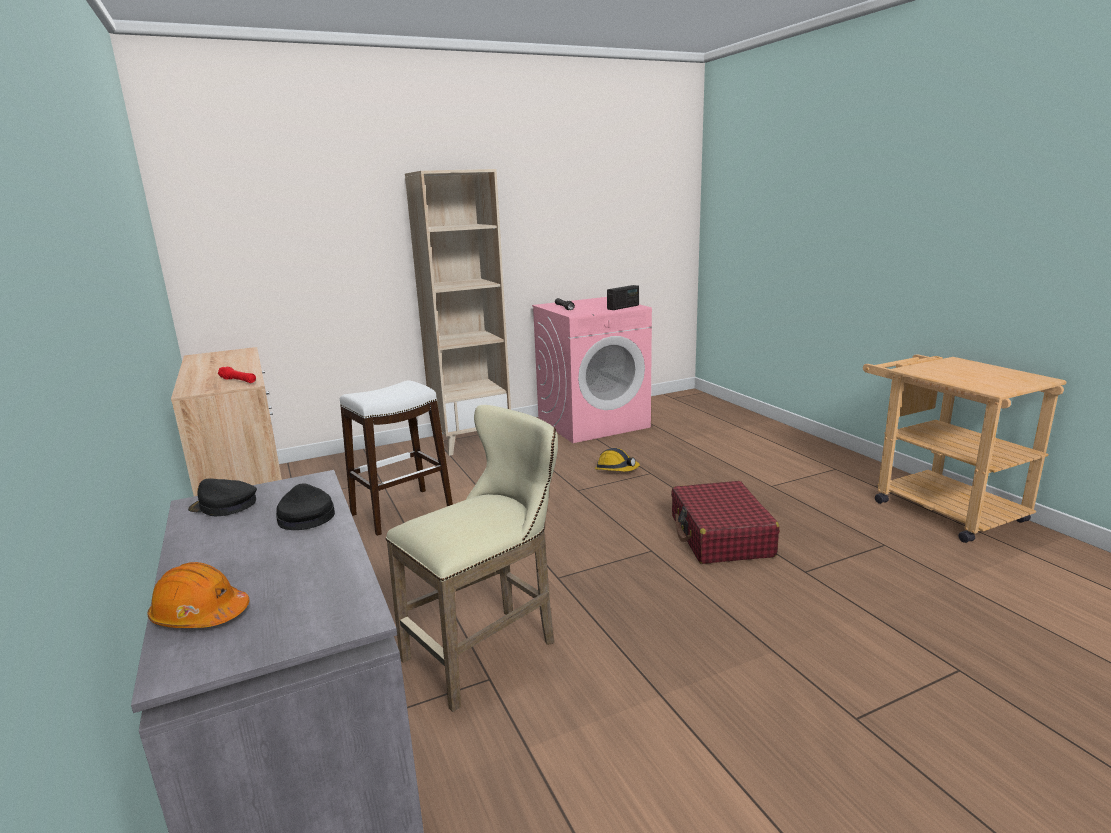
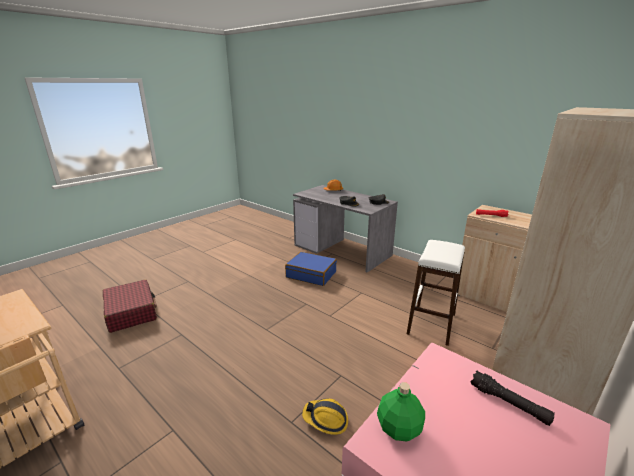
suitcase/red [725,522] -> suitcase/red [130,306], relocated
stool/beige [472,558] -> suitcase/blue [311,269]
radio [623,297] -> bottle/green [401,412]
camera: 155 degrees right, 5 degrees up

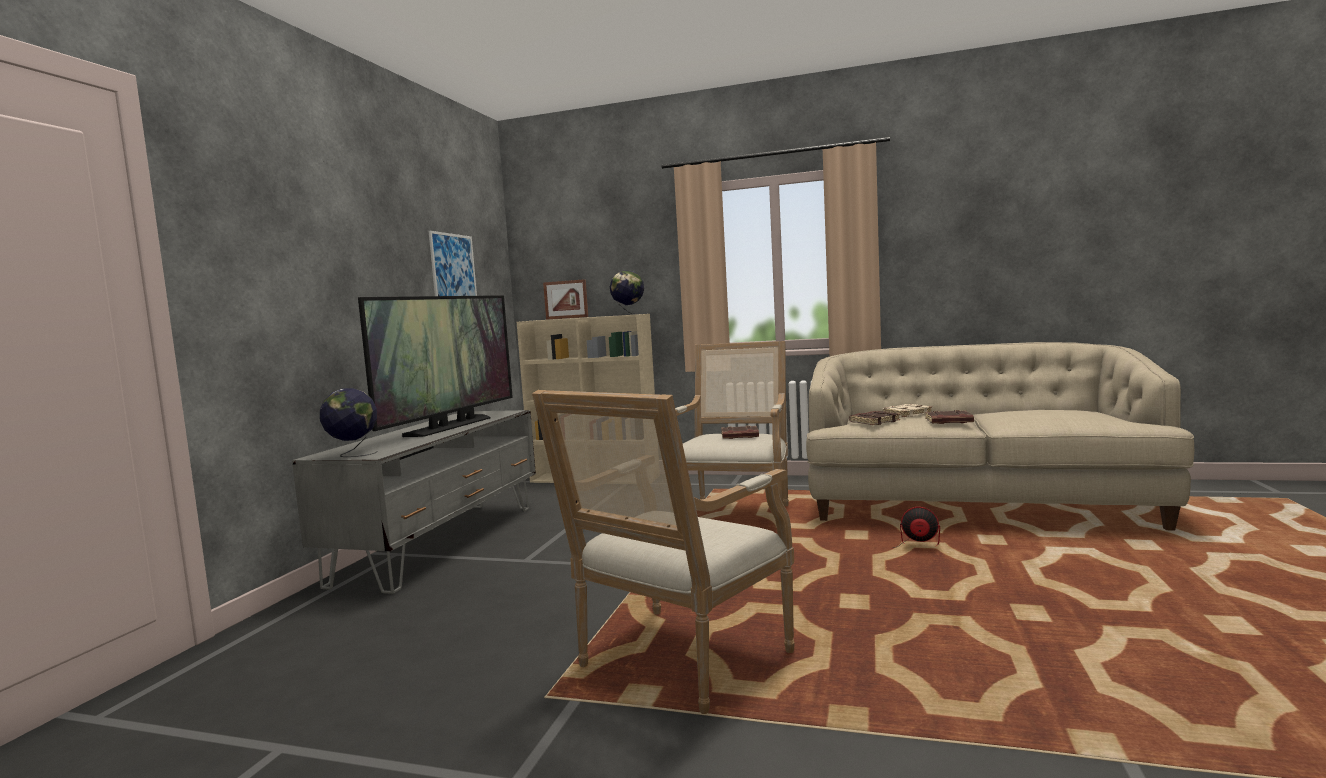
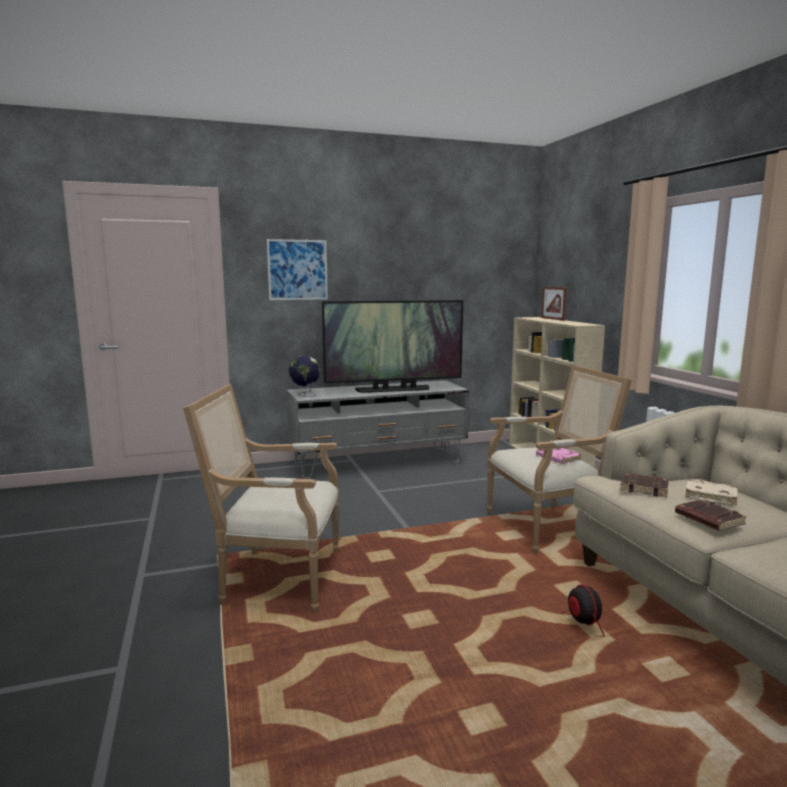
picture [453,263] -> picture [297,269], relocated
book/brown [740,432] -> book/pink [559,456]
globe [627,293] -> none
camera: 55 degrees right, 5 degrees up

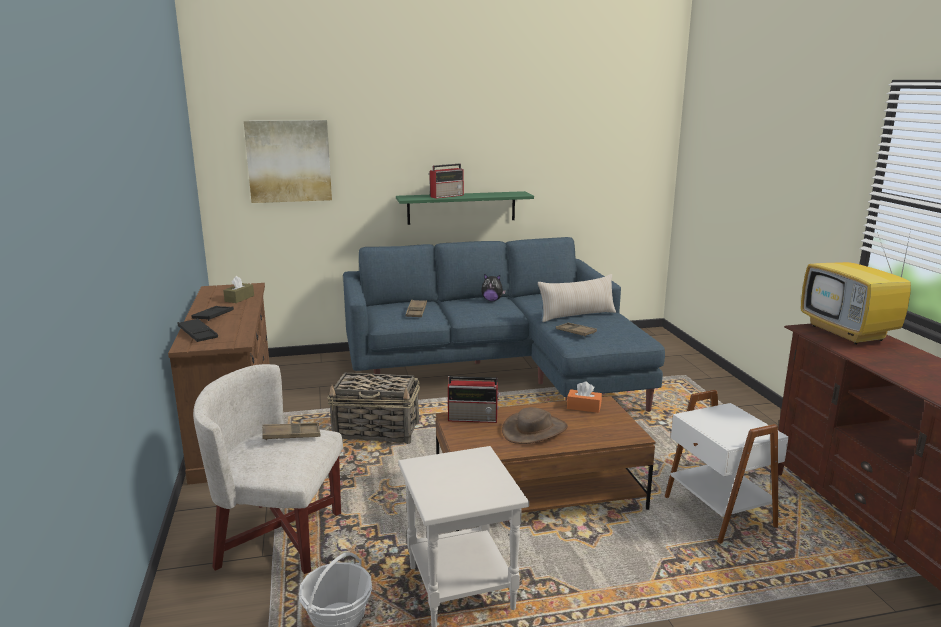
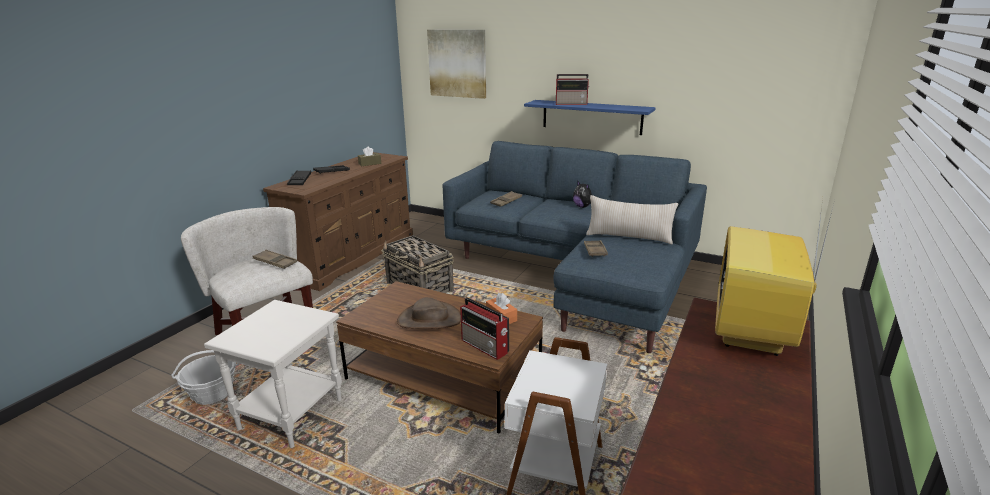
radio [474,399] -> radio [484,328], relocated
shelf/green [465,208] -> shelf/blue [590,117]
camera: 40 degrees right, 5 degrees up

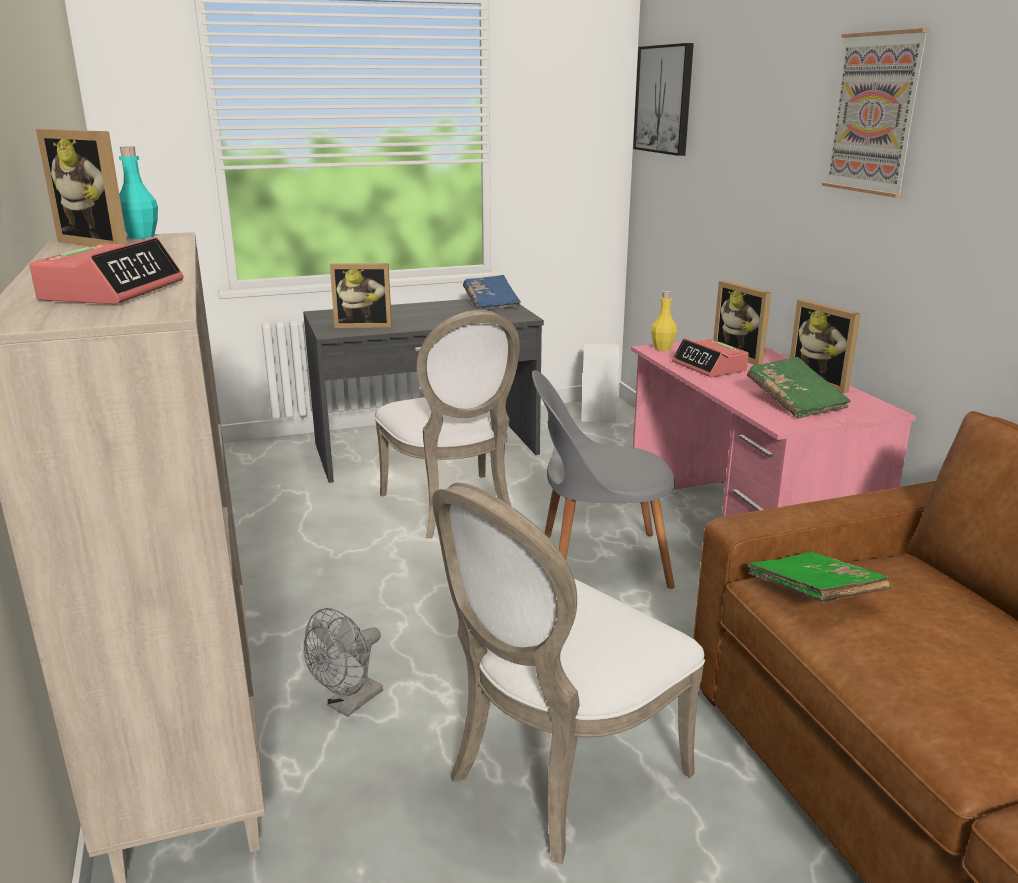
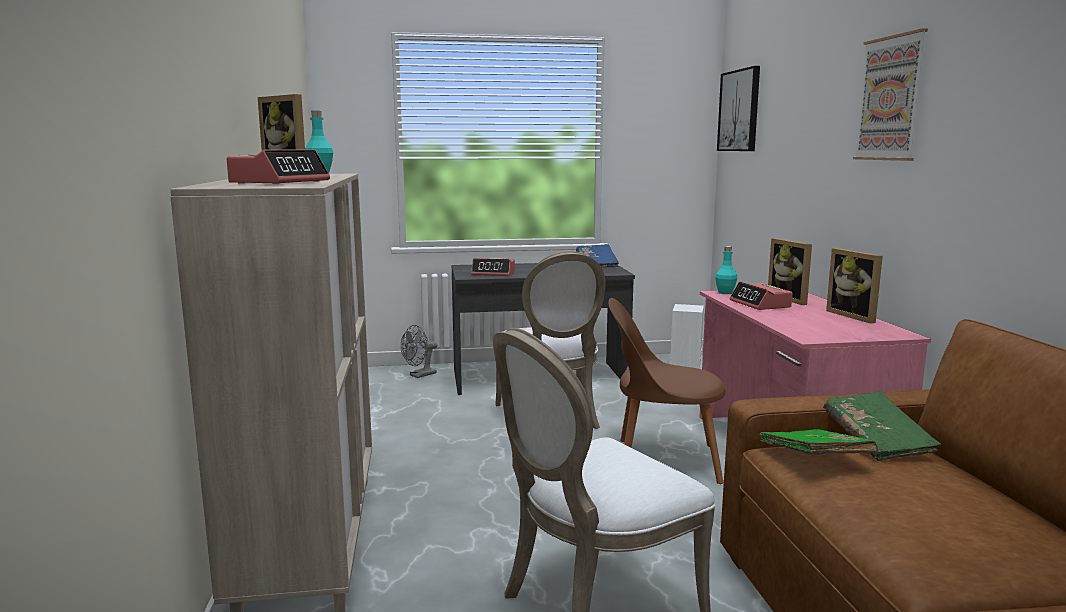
fan/grey [343,662] -> fan/grey [419,351], relocated
picture frame [361,295] -> alarm clock [493,267]
chair/grey [603,479] -> chair/brown [667,391]
bottle/yellow [664,321] -> bottle/turquoise [726,270]
book/green [799,388] -> book/green [882,426], relocated
camera: 10 degrees right, 10 degrees down

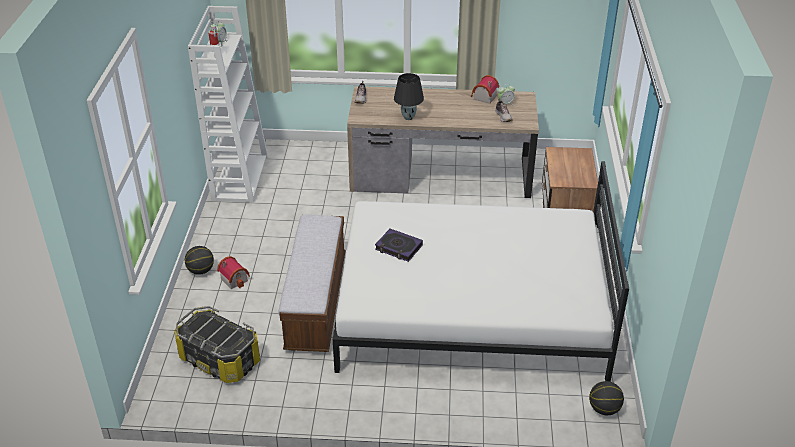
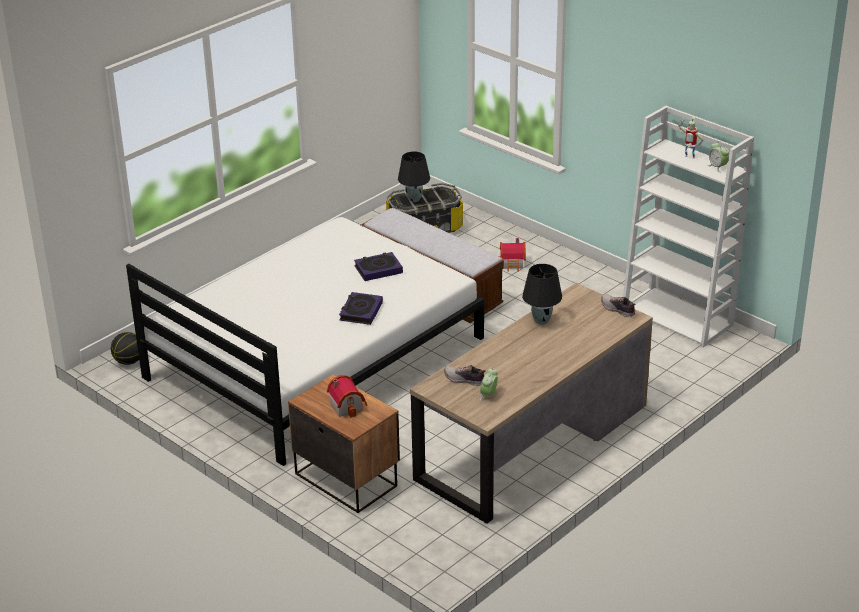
toy house [485,89] -> toy house [347,396], relocated
none -> book [361,308]
none -> table lamp/black [414,177]
basketball [199,260] -> none
camera: 130 degrees right, 5 degrees down

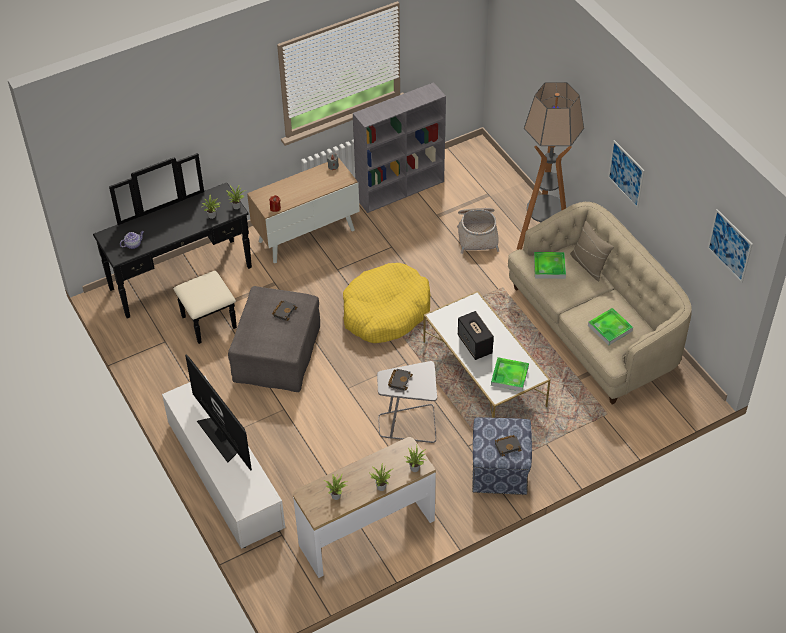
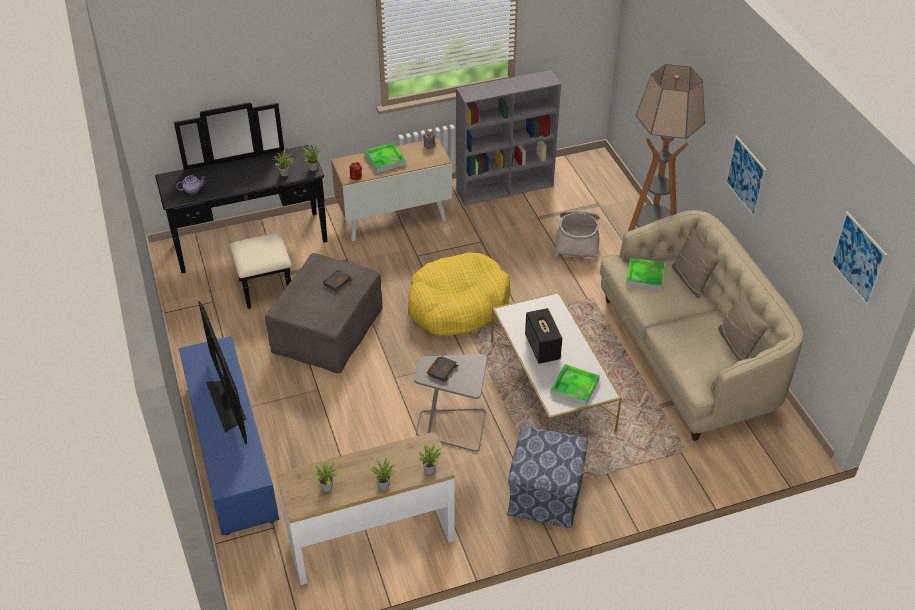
tv stand/white [223,462] -> tv stand/blue [229,435]
tray [610,326] -> tray [385,158], relocated
none -> pillow/beige [743,325]
book/black [508,446] -> none
camera: 10 degrees right, 5 degrees down

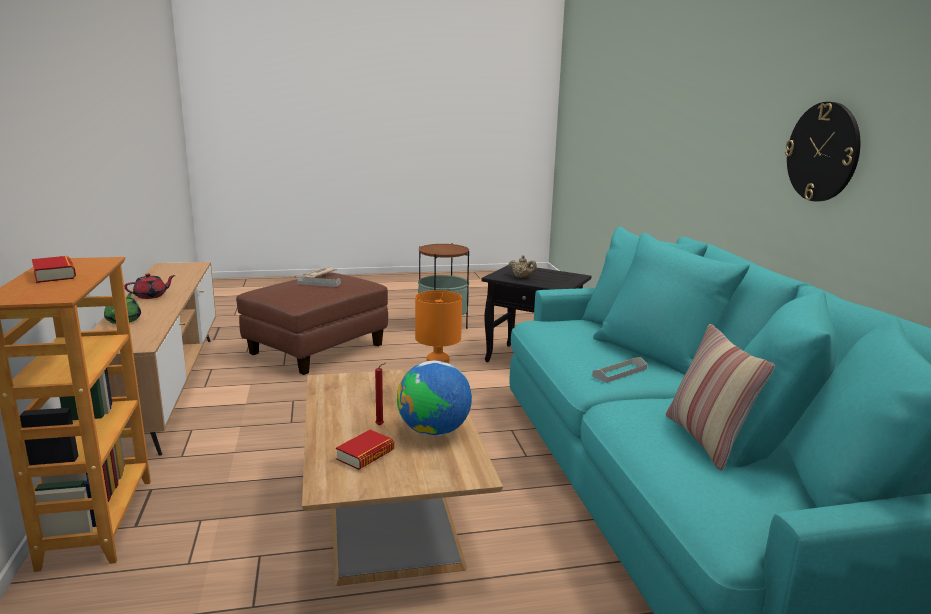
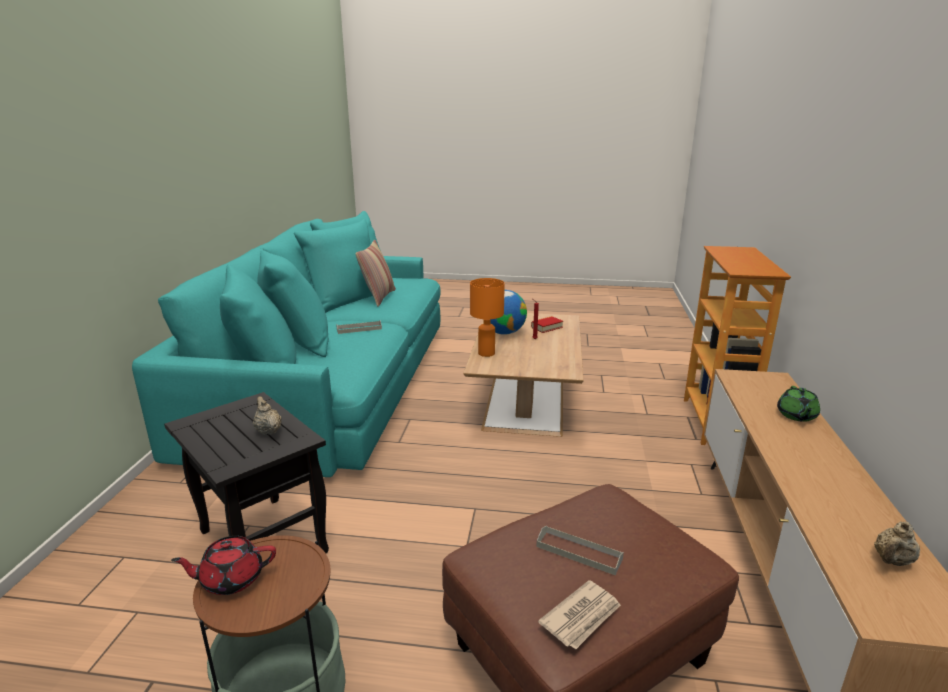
teapot/red [149,286] -> teapot/red [223,565], relocated
none -> teapot/beige [897,544]
book [54,269] -> none
wall clock [822,151] -> none
camera: 160 degrees left, 5 degrees up

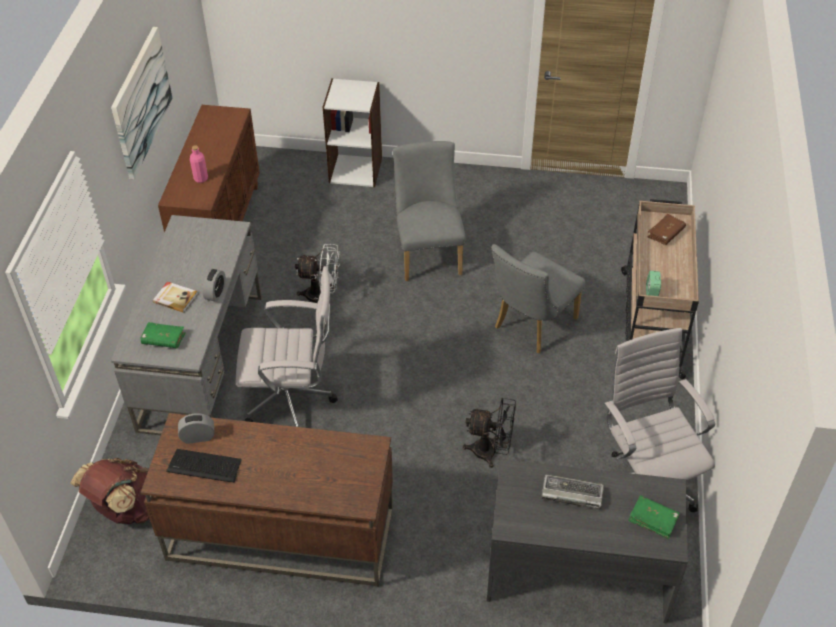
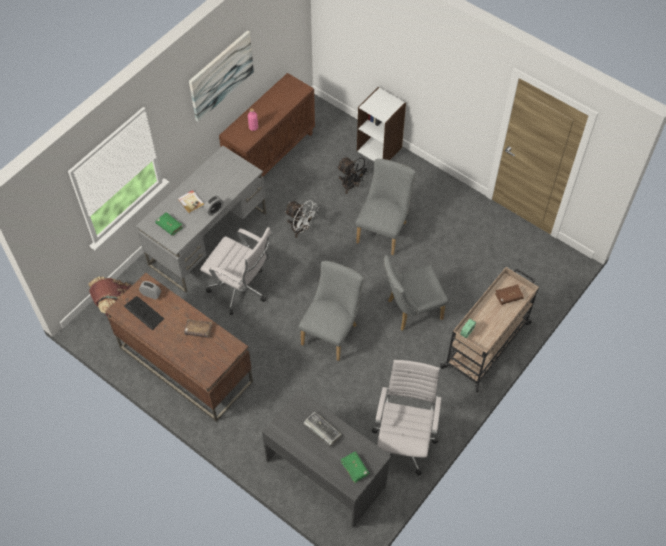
none -> book/brown [198,328]
none -> chair/grey [331,311]
fan/black [489,433] -> fan/black [353,175], relocated
camera: 30 degrees right, 10 degrees up

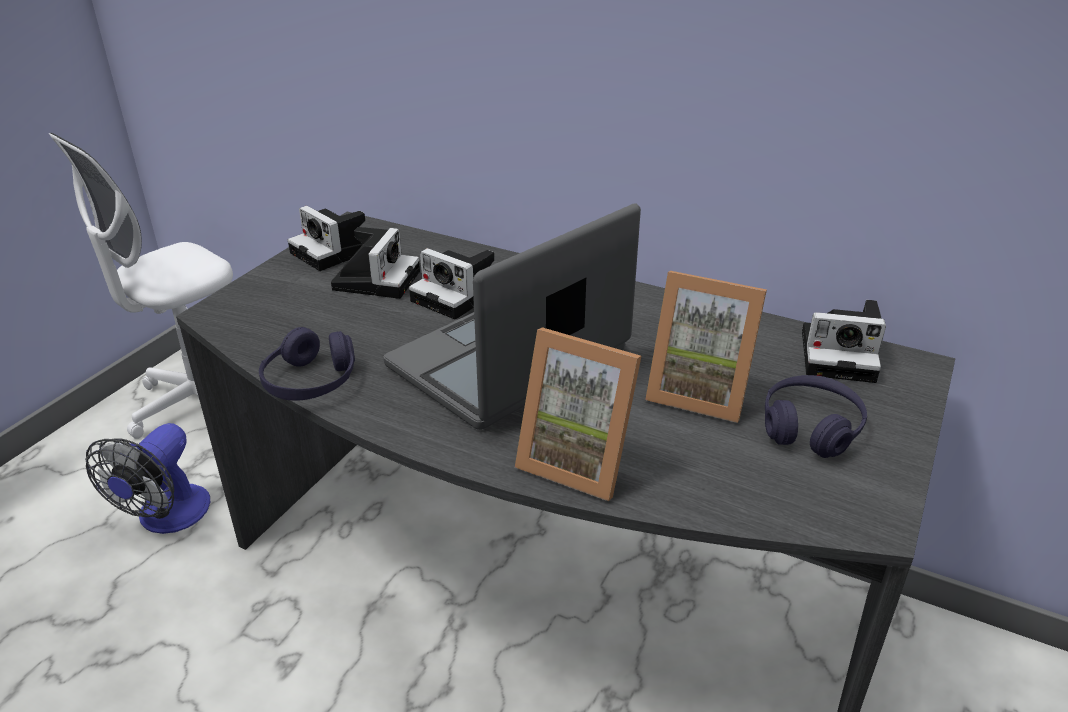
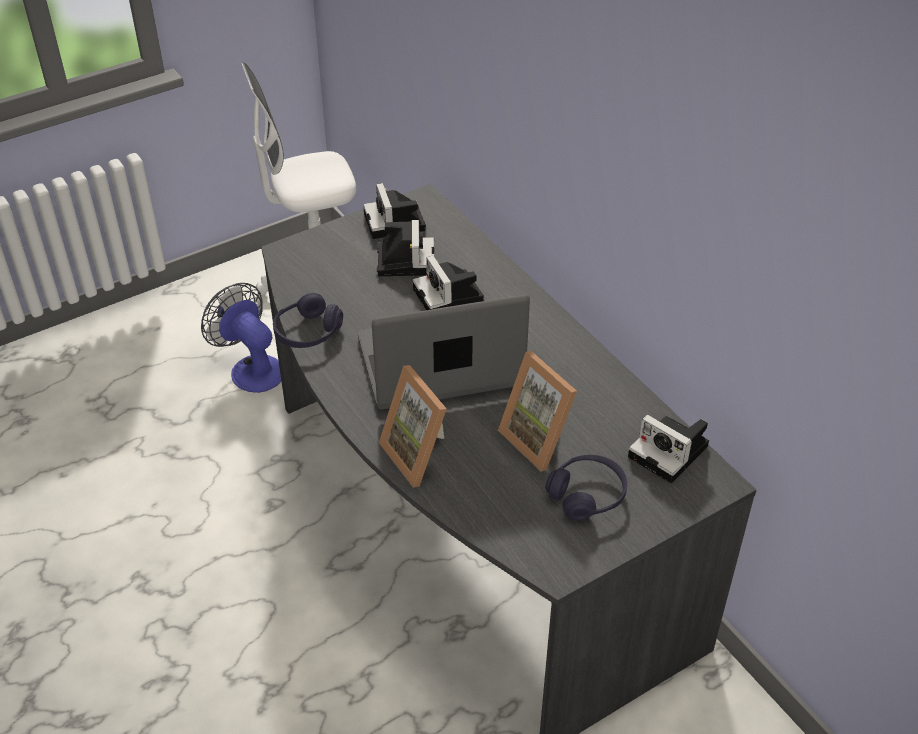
fan [147,478] -> fan [241,338], 90 degrees clockwise
photo camera [375,263] -> photo camera [406,248], 45 degrees counterclockwise
camera: 30 degrees right, 10 degrees up

